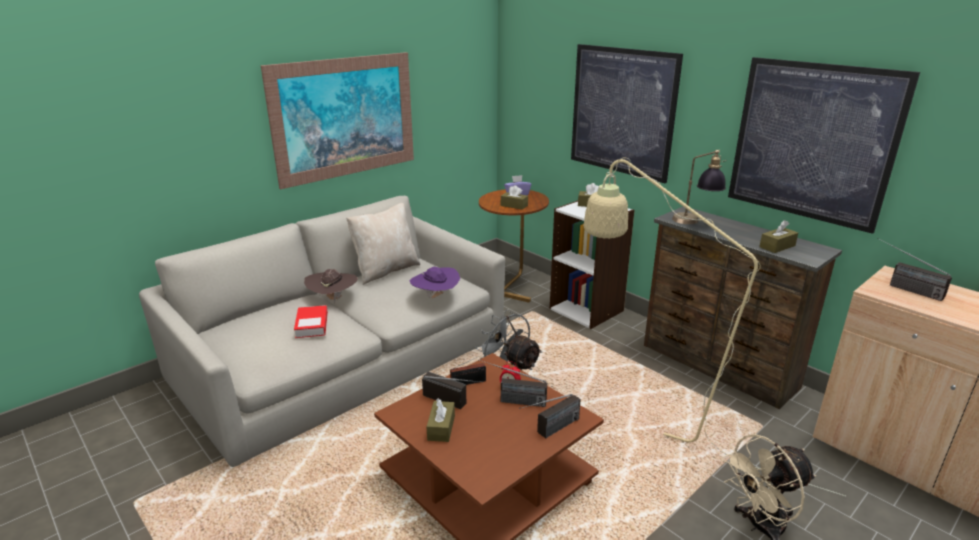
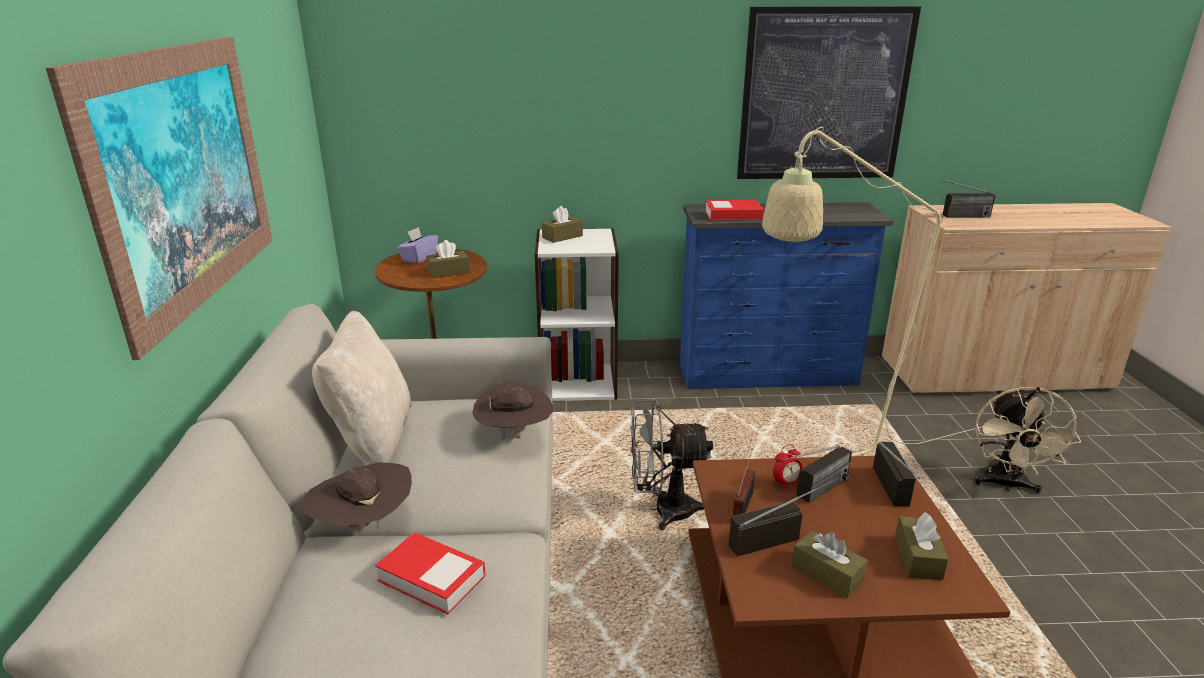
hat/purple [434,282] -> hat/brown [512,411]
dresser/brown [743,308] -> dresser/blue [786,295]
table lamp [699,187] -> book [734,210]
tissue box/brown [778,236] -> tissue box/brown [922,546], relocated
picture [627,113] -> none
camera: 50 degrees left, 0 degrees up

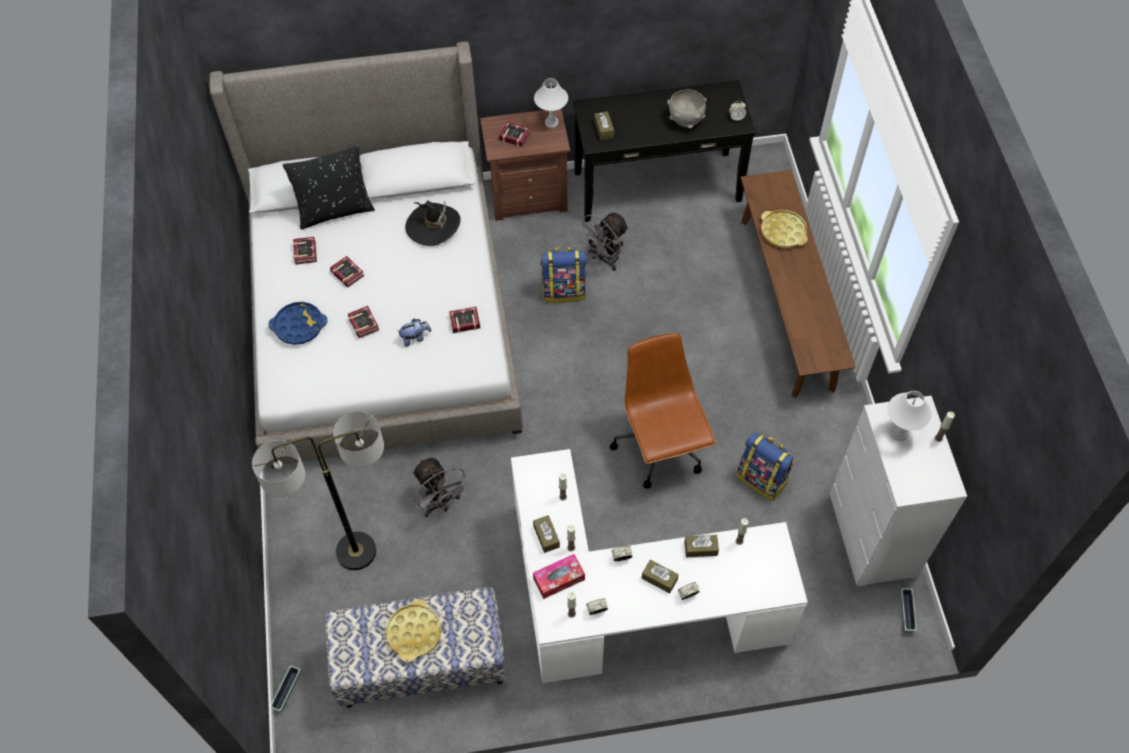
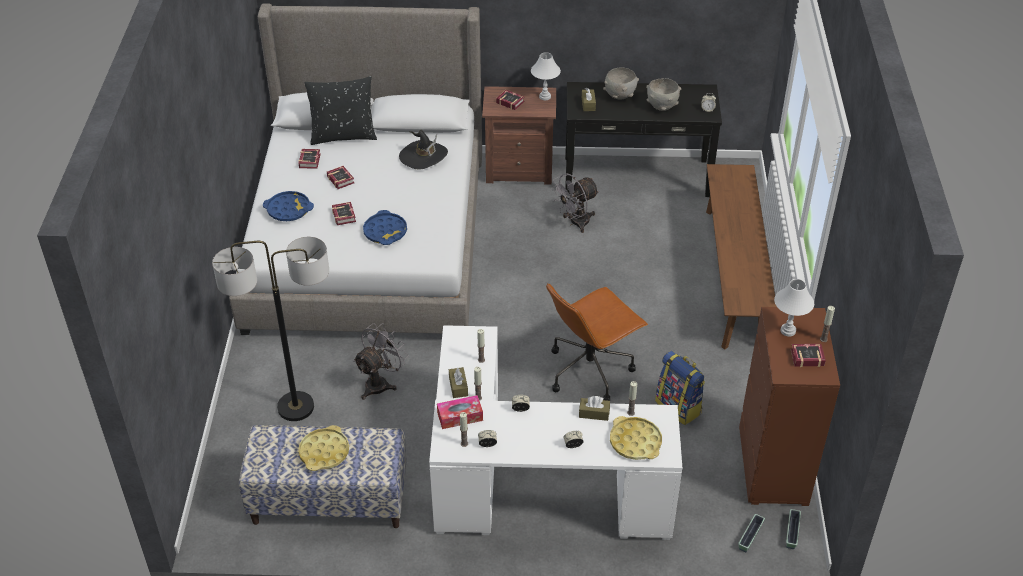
fan/grey [441,487] -> fan/grey [380,361], 120 degrees counterclockwise
plush toy [414,333] -> tray/blue [385,227]
office chair/brown [663,411] -> office chair/brown [597,342], 120 degrees counterclockwise
none -> bowl/grey [621,83]
tray/yellow [784,229] -> tray/yellow [636,438], relocated
planter [285,689] -> planter [751,533], relocated
dresser/white [898,491] -> dresser/brown [789,406]
book [464,320] -> book [808,355], relocated
backpack [563,275] -> none
tissue box/brown [660,576] -> none
camera: 10 degrees right, 15 degrees down

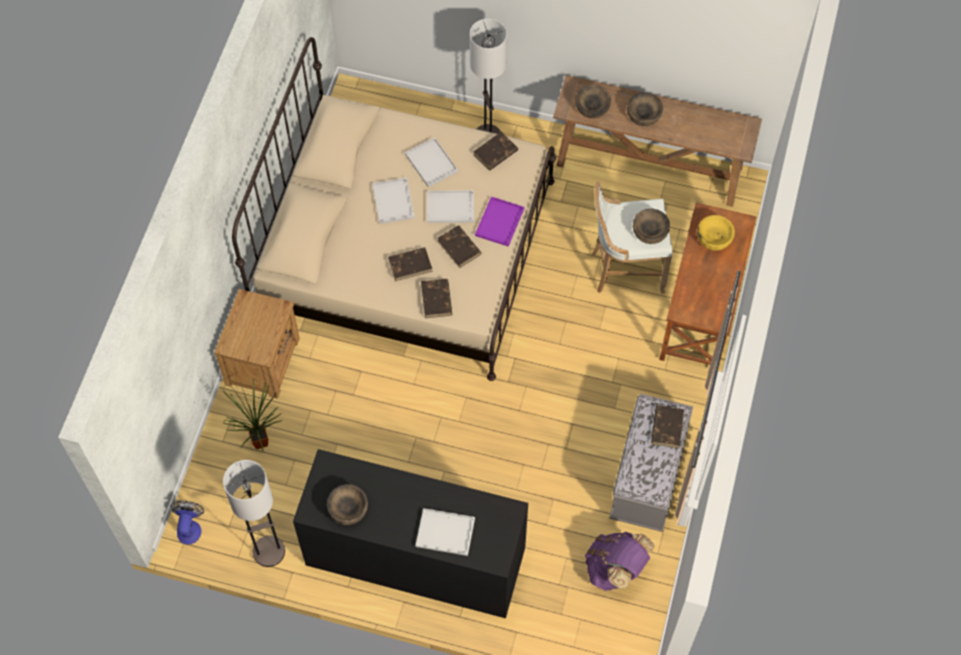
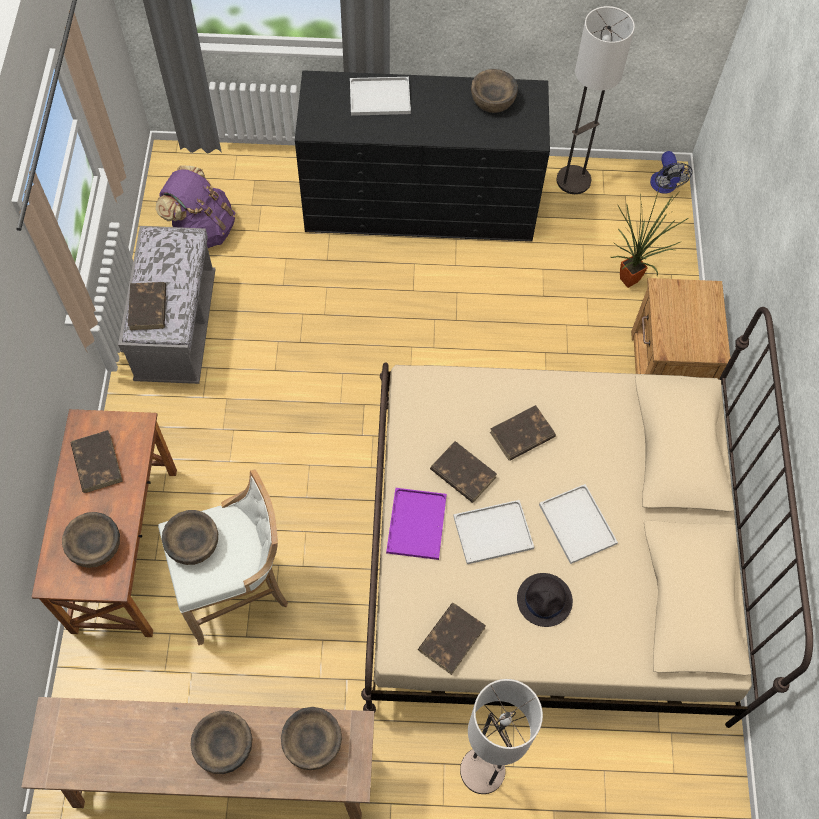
bowl/yellow [716,233] -> bowl/brown [91,540]
book/brown [436,298] -> book/brown [97,461], relocated
tray/white [431,162] -> hat/black [545,600]
camera: 165 degrees right, 0 degrees up

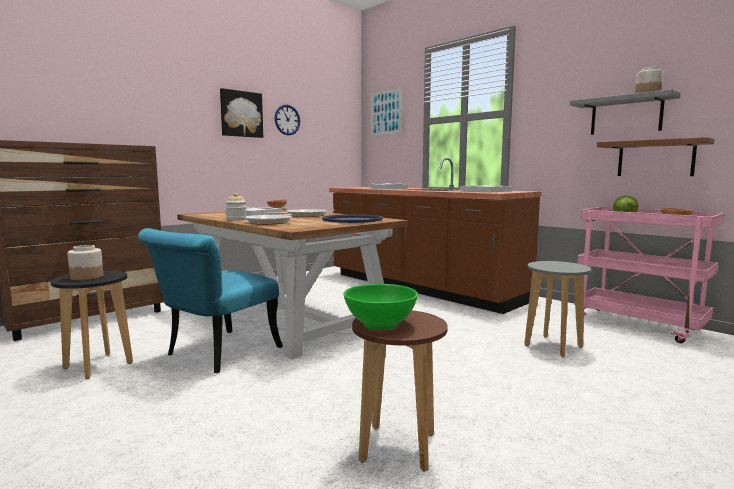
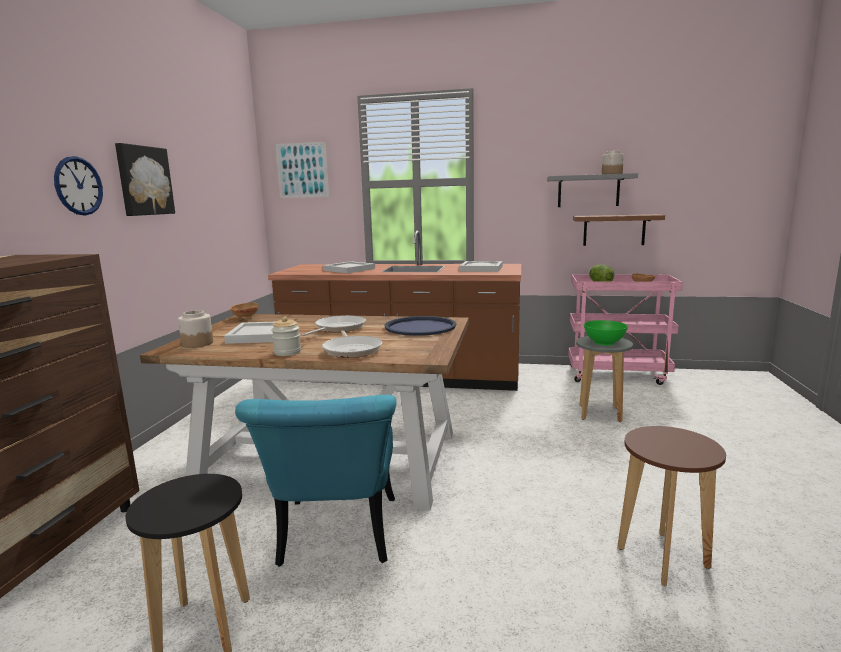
wall clock [287,120] -> wall clock [78,185], relocated
jar [85,262] -> jar [195,329], relocated
bowl/green [381,307] -> bowl/green [606,333], relocated
camera: 35 degrees left, 5 degrees up

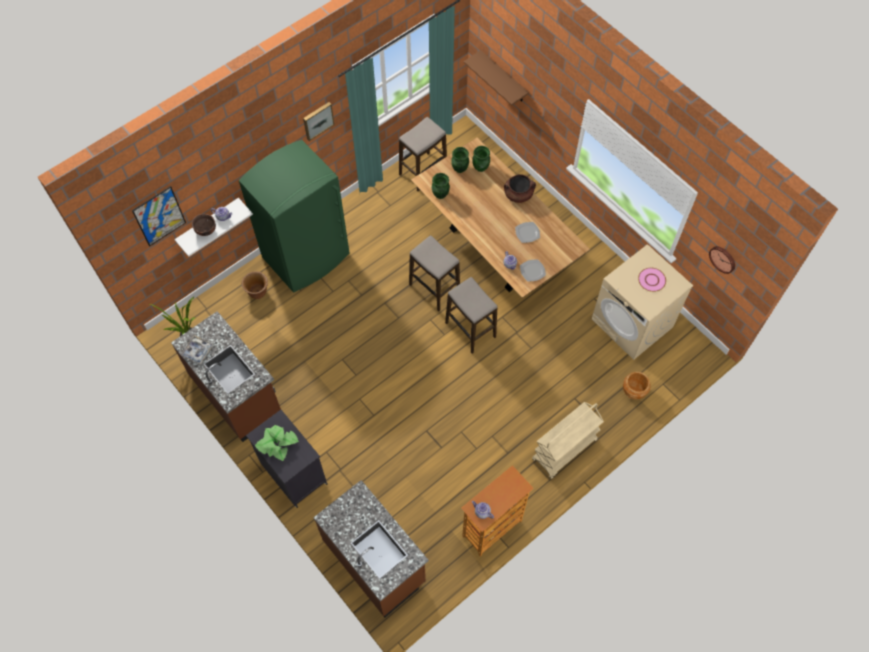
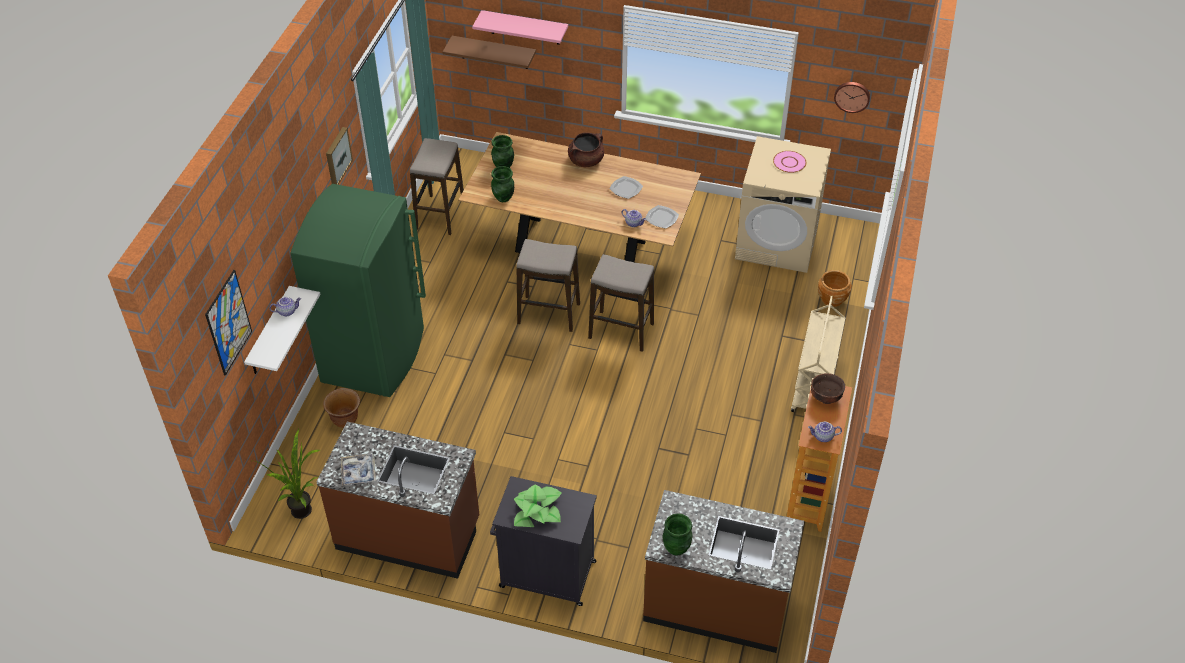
none -> shelf/pink [520,27]
vase/green [481,159] -> vase/green [677,534], relocated
bowl/brown [204,225] -> bowl/brown [828,388], relocated
camera: 35 degrees left, 15 degrees down

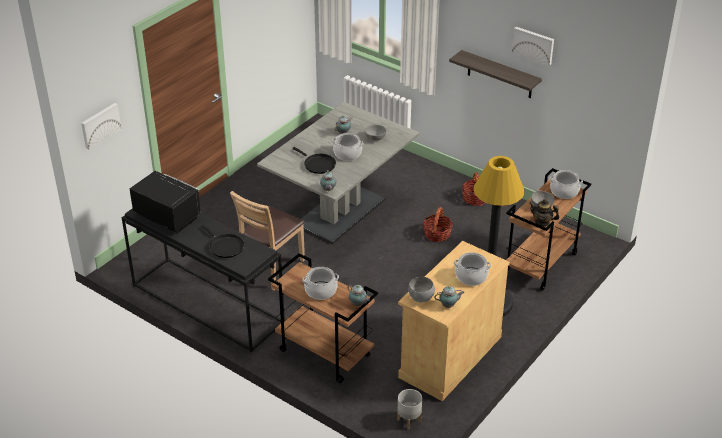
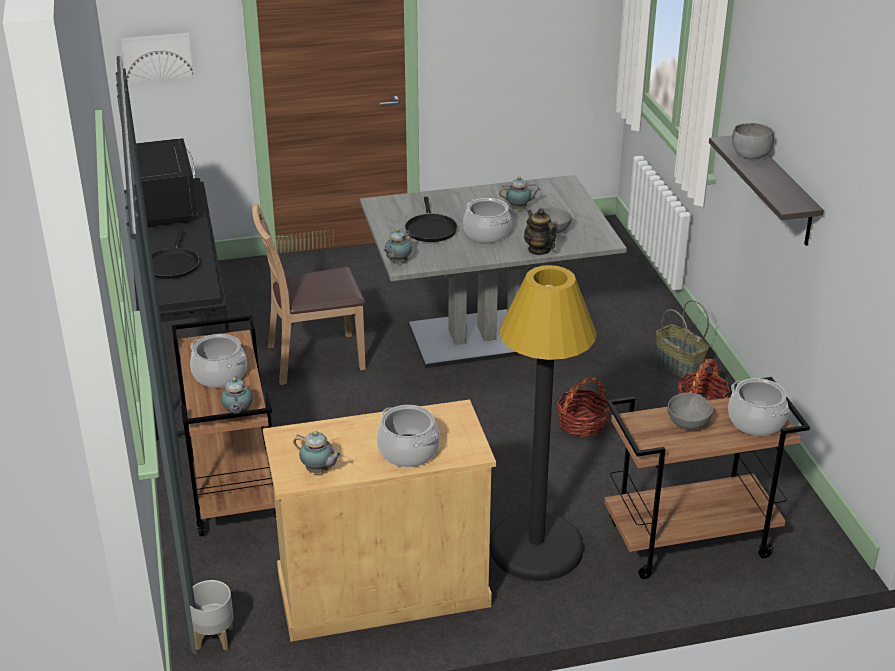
teapot [544,213] -> teapot [540,231], relocated
none -> basket [681,339]
bowl/grey [421,289] -> bowl/grey [753,141], relocated
picture [533,46] -> none
camera: 40 degrees right, 5 degrees down

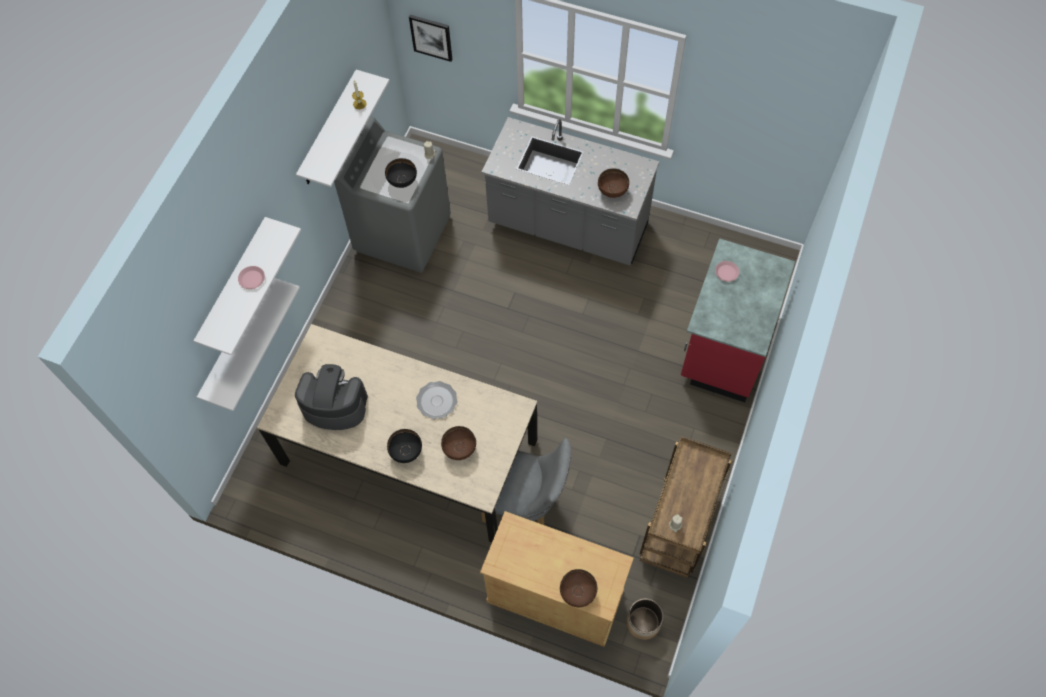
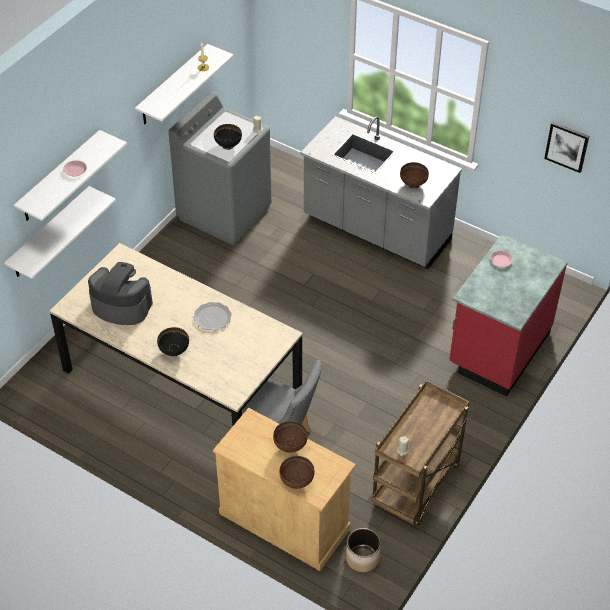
bowl/brown [458,443] -> bowl/brown [290,437], relocated
picture [430,38] -> picture [566,147], relocated
camera: 10 degrees right, 15 degrees down

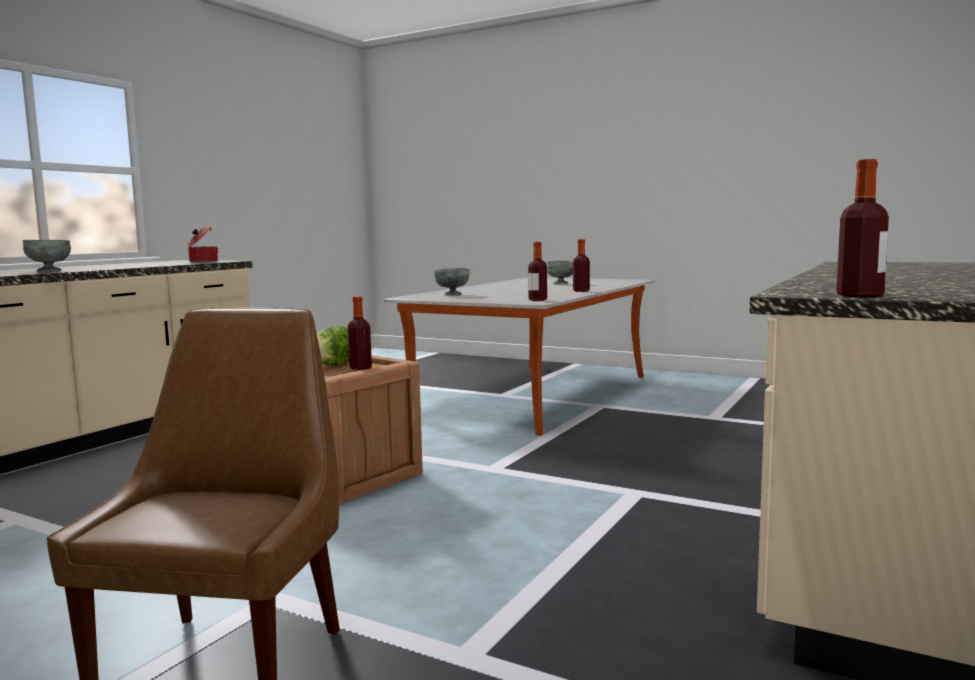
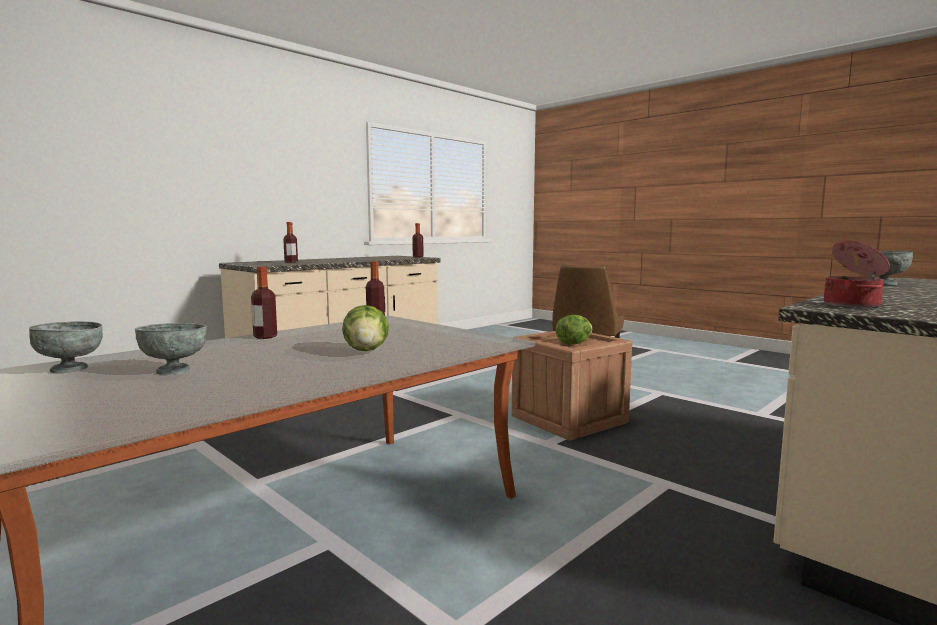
bowl/grey [452,282] -> bowl/grey [66,347], relocated
bottle [359,333] -> bottle [290,242], relocated
none -> lettuce [365,328]
camera: 165 degrees left, 0 degrees up

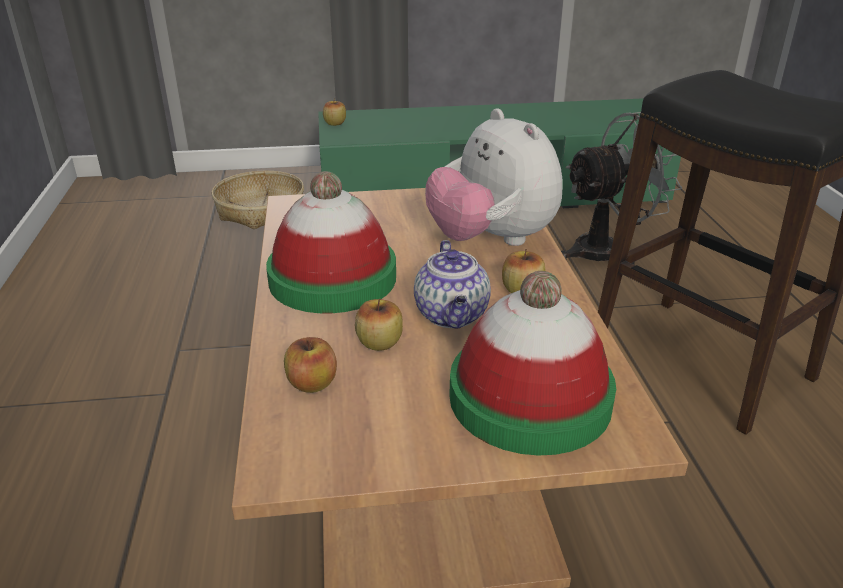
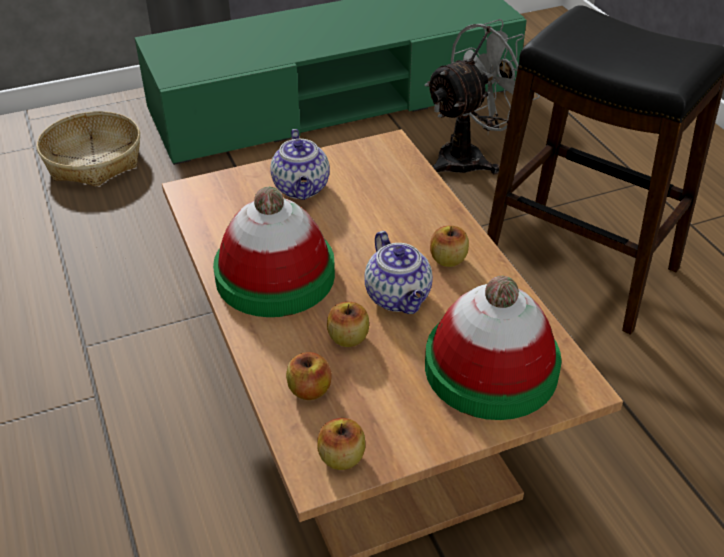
none -> teapot [300,164]
apple [334,112] -> apple [341,444], relocated
plush toy [494,177] -> none
camera: 15 degrees left, 10 degrees up

